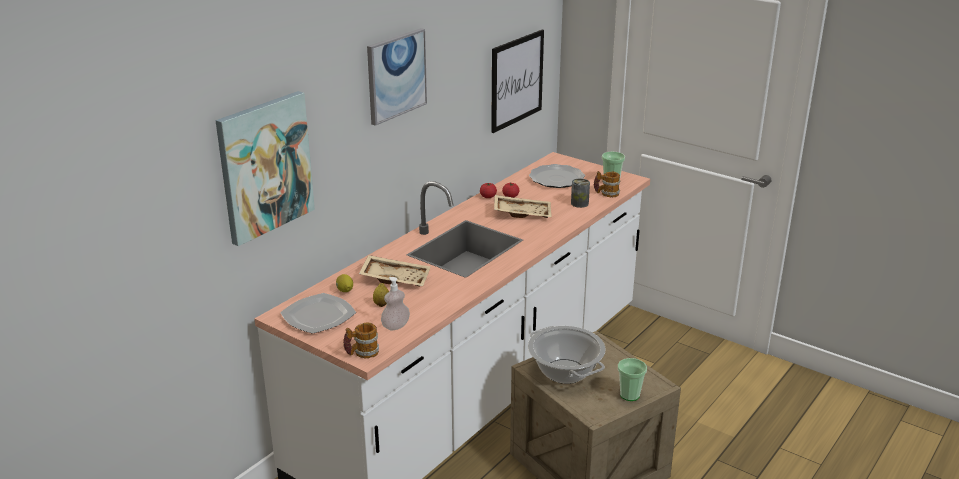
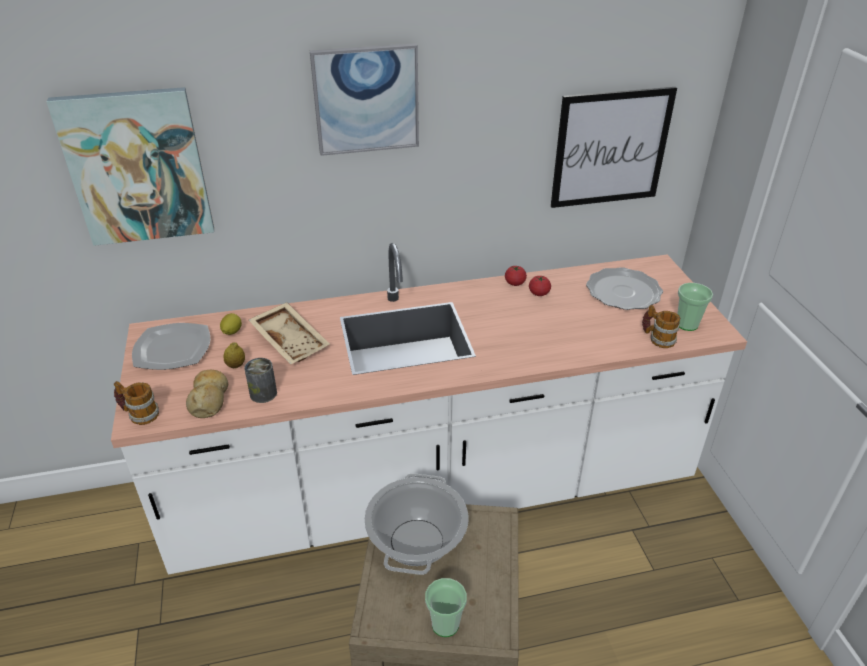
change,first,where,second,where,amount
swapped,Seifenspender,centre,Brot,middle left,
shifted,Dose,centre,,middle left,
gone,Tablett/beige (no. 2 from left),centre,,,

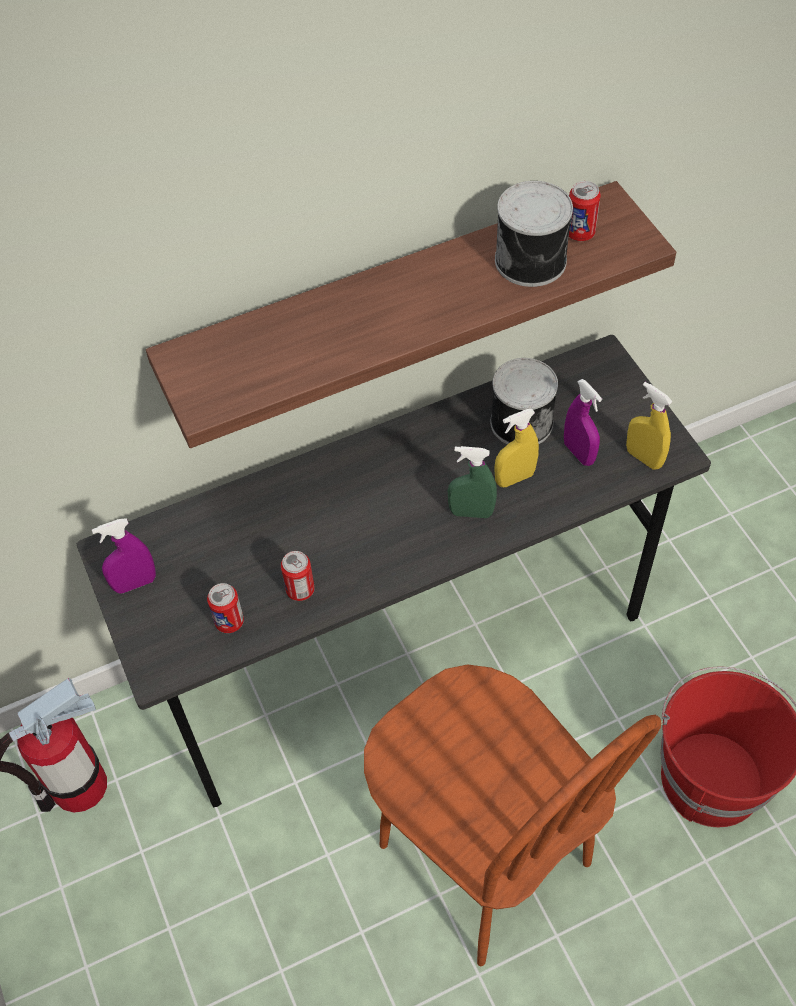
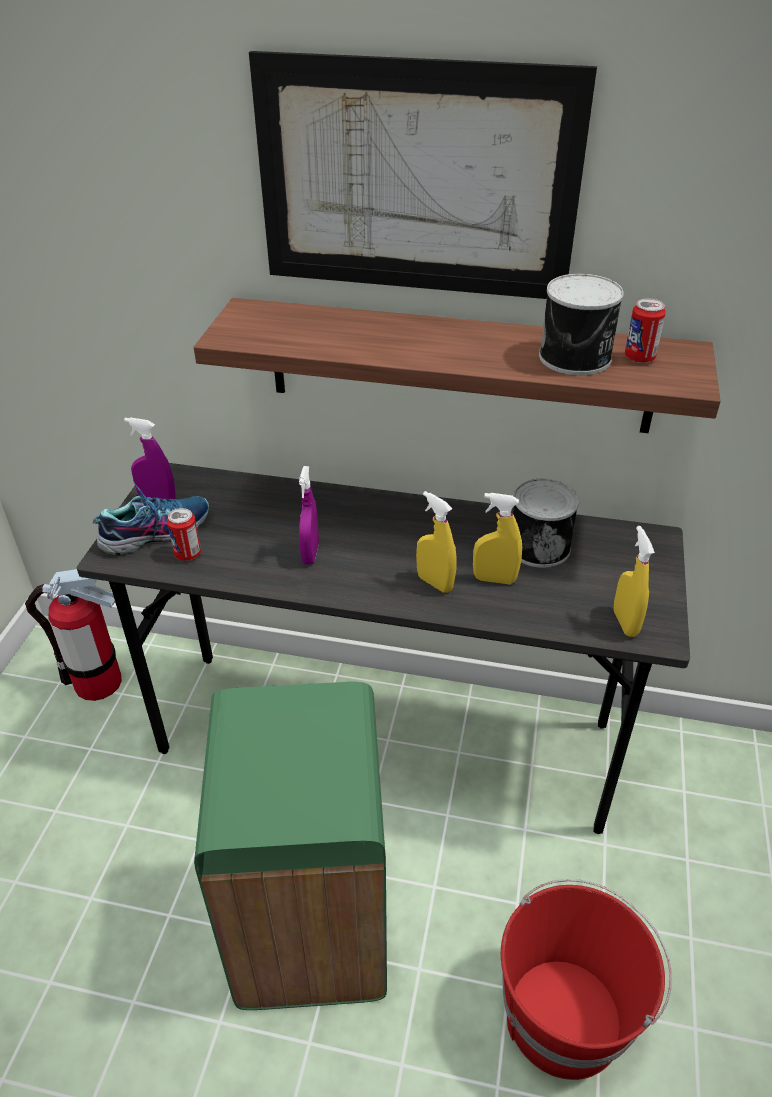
change,first,where,second,where,amount
new,,,Schuh,middle left,
swapped,Stuhl/braun,bottom centre,Mülleimer/grün,bottom centre,
new,,,Bild,top centre,
shifted,Sprühflasche/lila (no. 2 from left),middle right,,centre,
repainted,Sprühflasche/grün,centre,Sprühflasche/gelb (no. 1 from left),centre,
gone,Dose (no. 2 from left),centre,,,

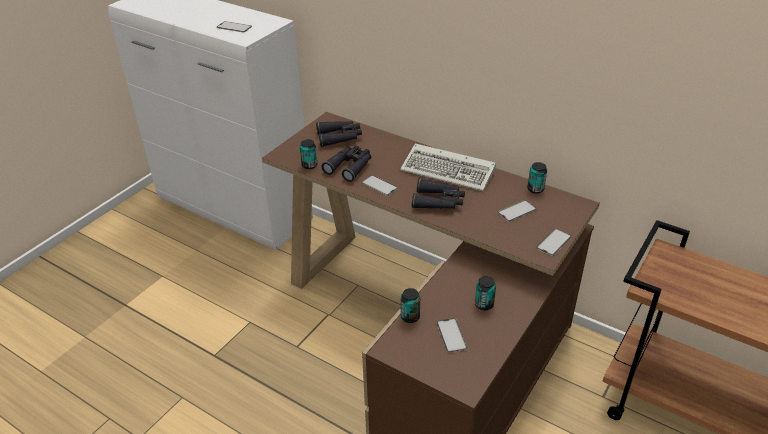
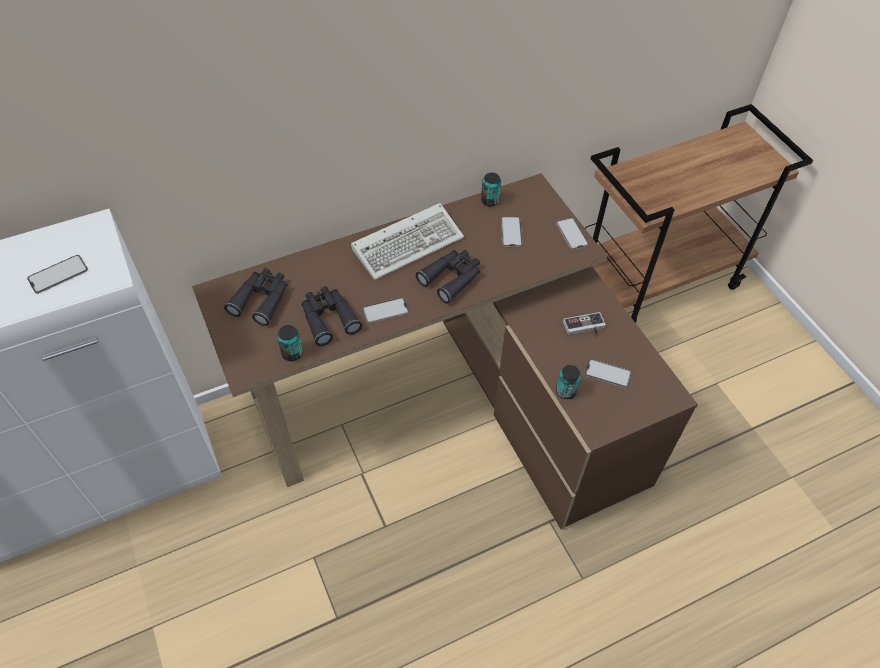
change,first,where,second,where,amount
swapped,Dose (no. 3 from left),bottom centre,Gamepad,centre,

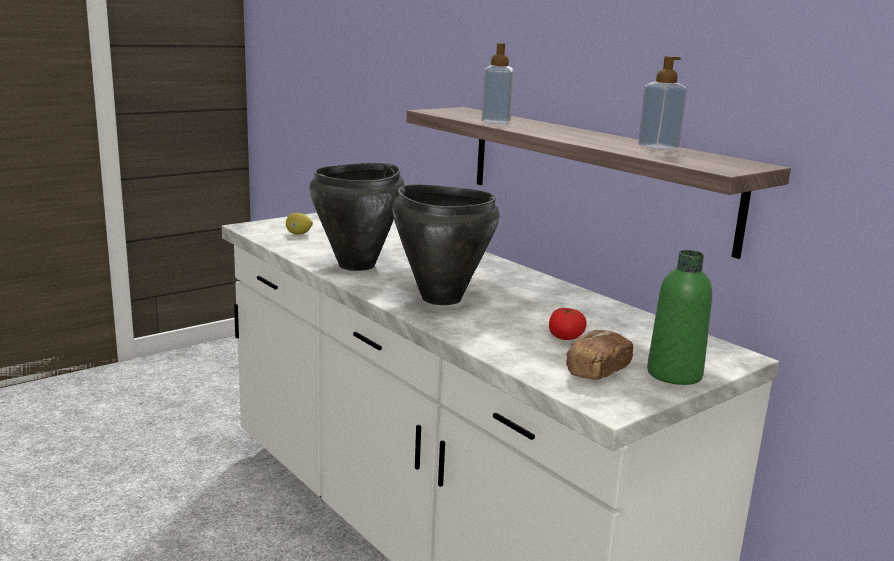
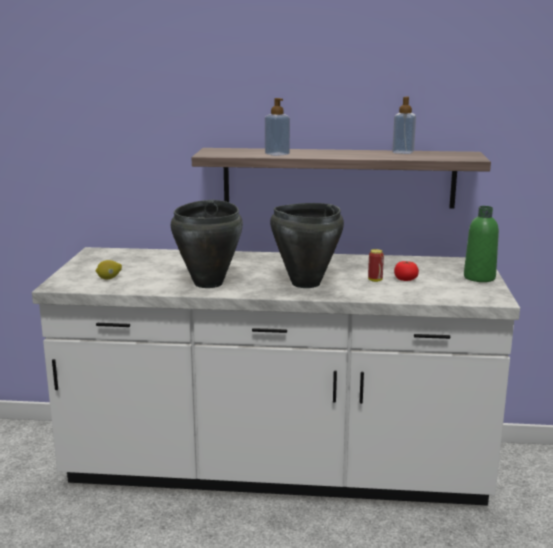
change,first,where,second,where,amount
new,,,Dose,middle right,
gone,Brot,middle right,,,

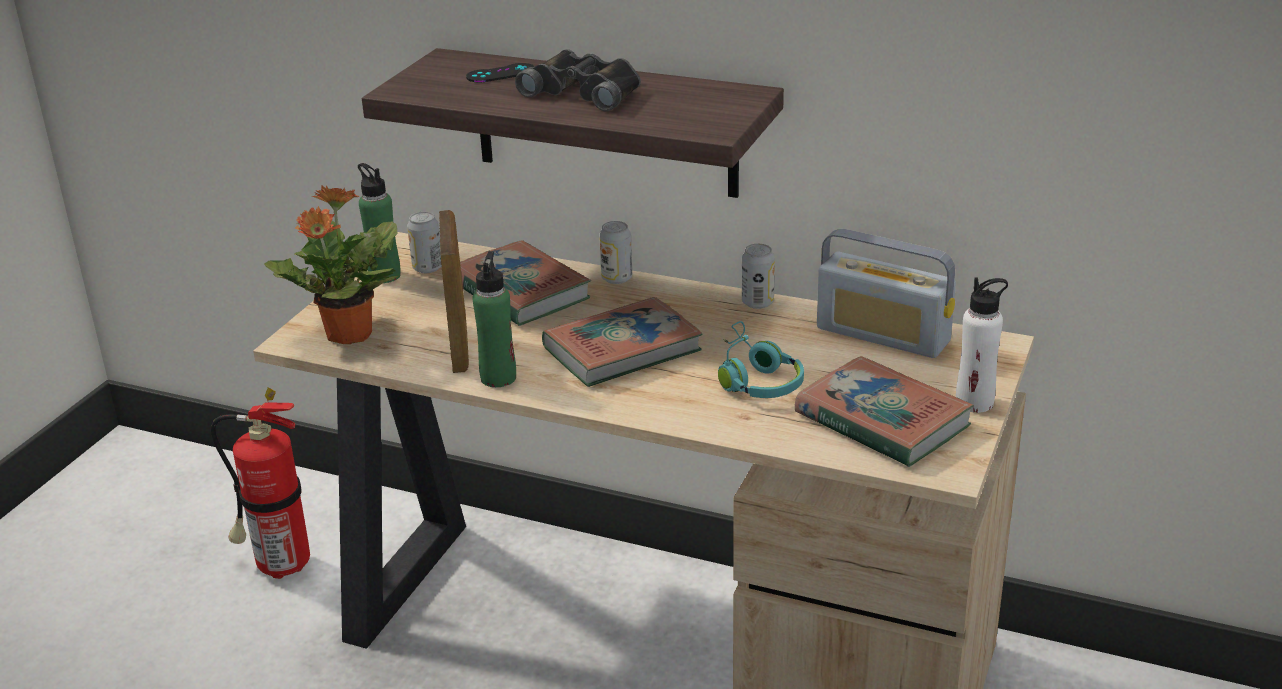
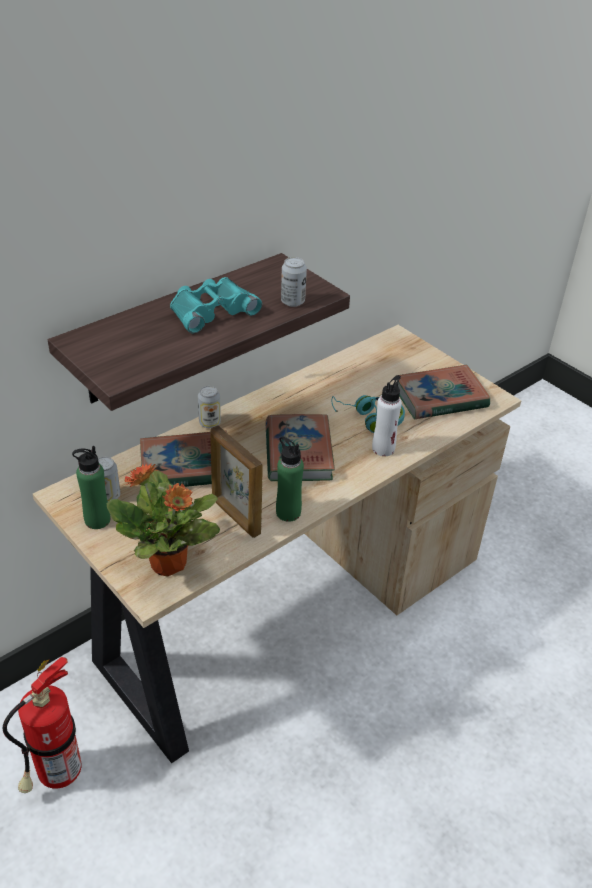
change,first,where,second,where,amount
repainted,Fernglas/schwarz,top centre,Fernglas/türkis,centre,
rotated,Bilderrahmen,centre,,centre,150 degrees counterclockwise
shifted,Dose (no. 3 from left),centre,,top centre,
shifted,Flasche/weiß,middle right,,centre,
gone,Gamepad/schwarz,top centre,,,
gone,Radio,middle right,,,

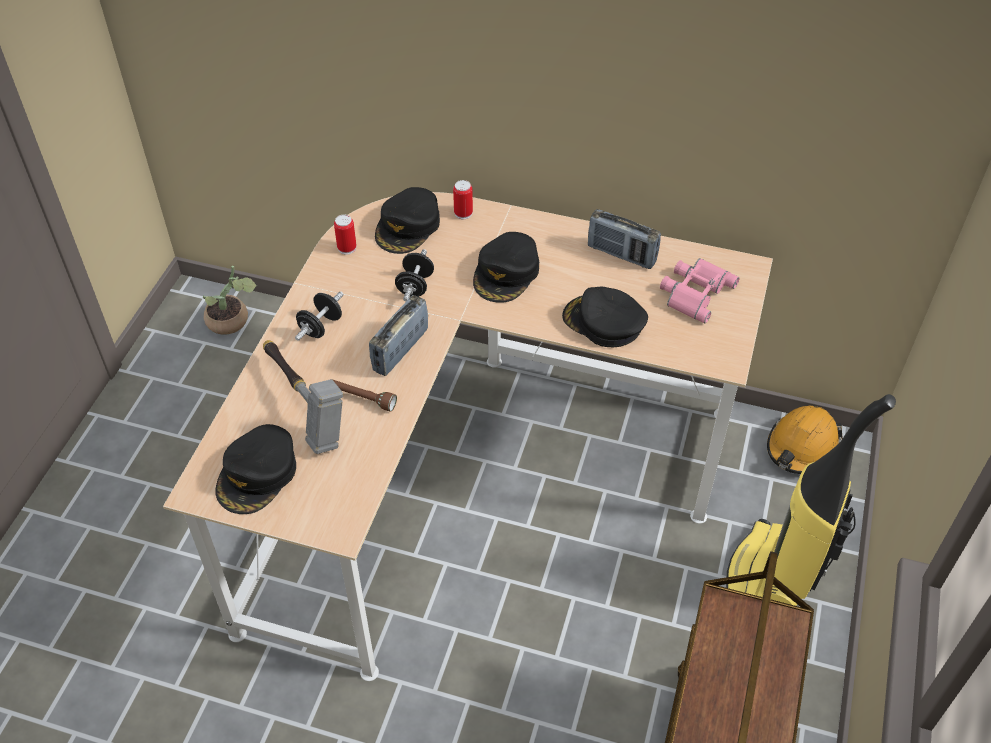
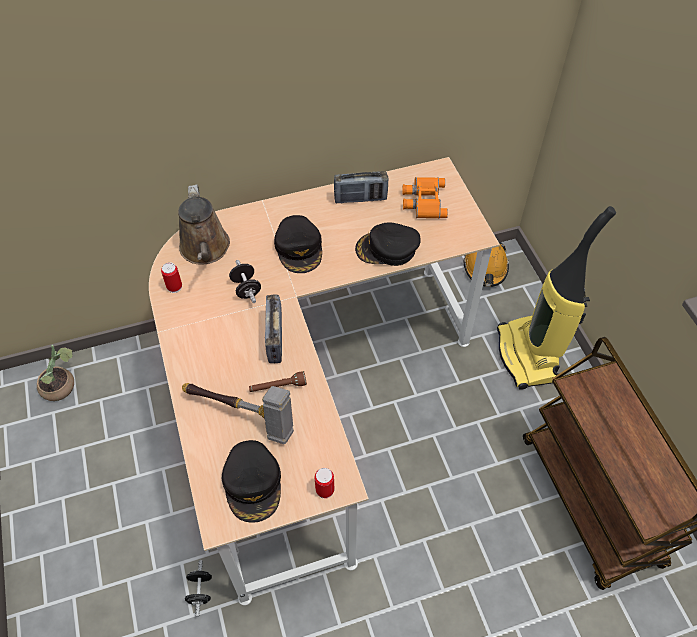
change,first,where,second,where,amount
swapped,Kappe/schwarz (no. 2 from left),top centre,Gießkanne/braun,middle left,
shifted,Hantel/schwarz (no. 1 from left),middle left,,bottom left,
shifted,Dose (no. 2 from left),top centre,,bottom centre,
repainted,Fernglas/rosa,middle right,Fernglas/orange,top centre,

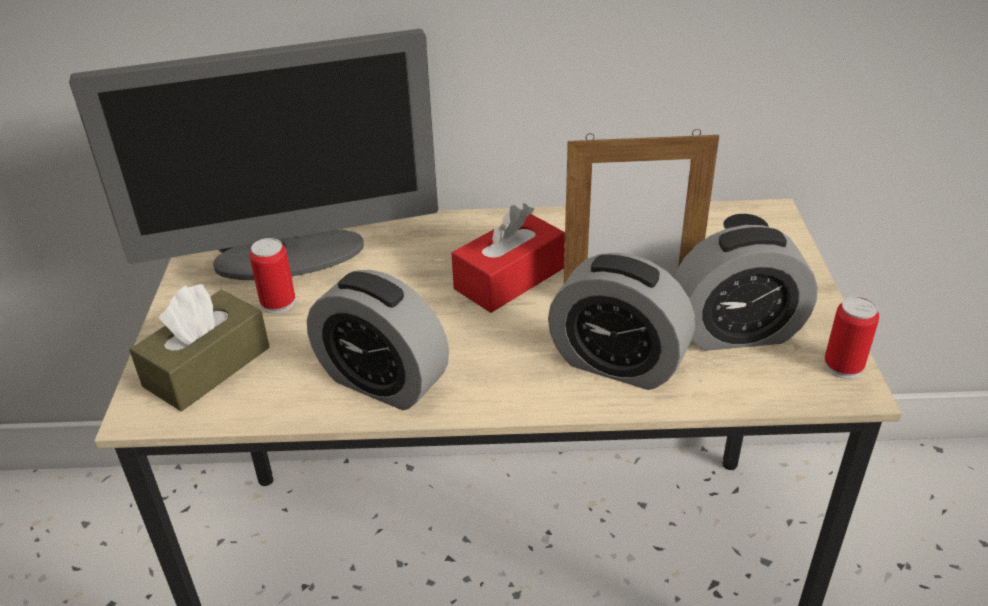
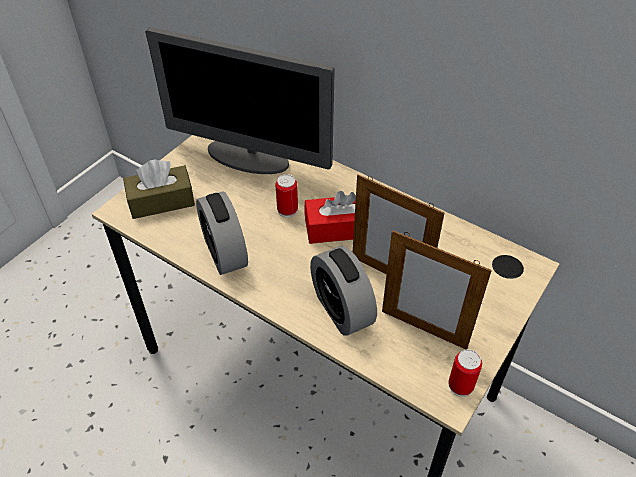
change,first,where,second,where,amount
shifted,Dose (no. 1 from left),middle left,,centre,
swapped,Wecker (no. 3 from left),middle right,Bilderrahmen (no. 2 from left),middle right,

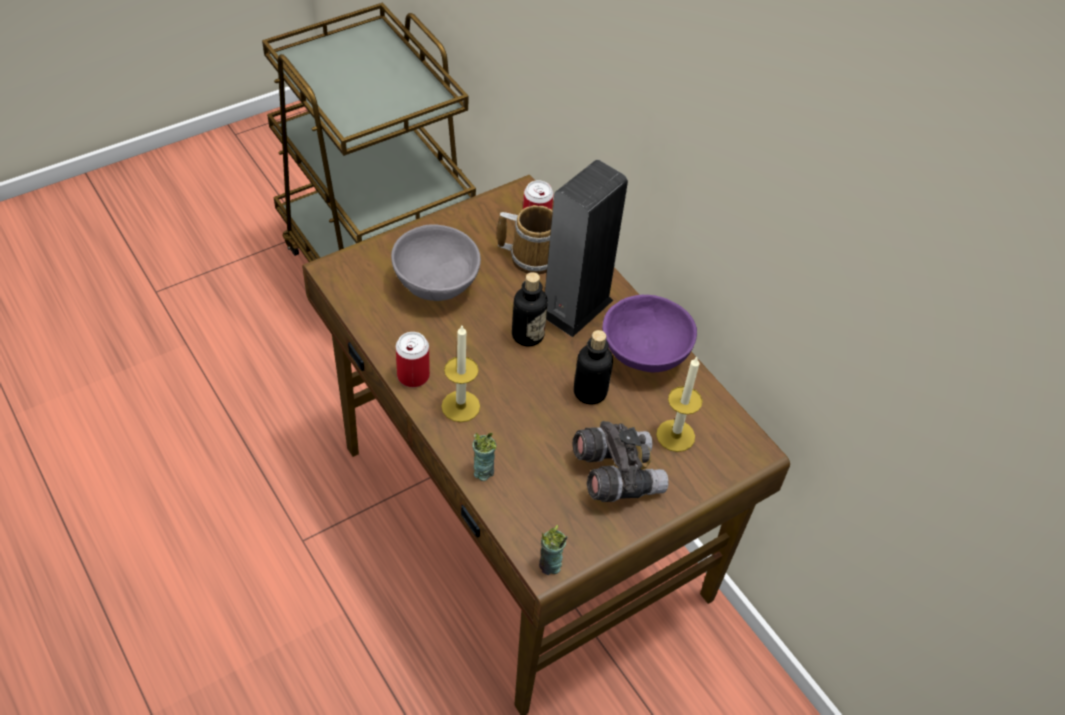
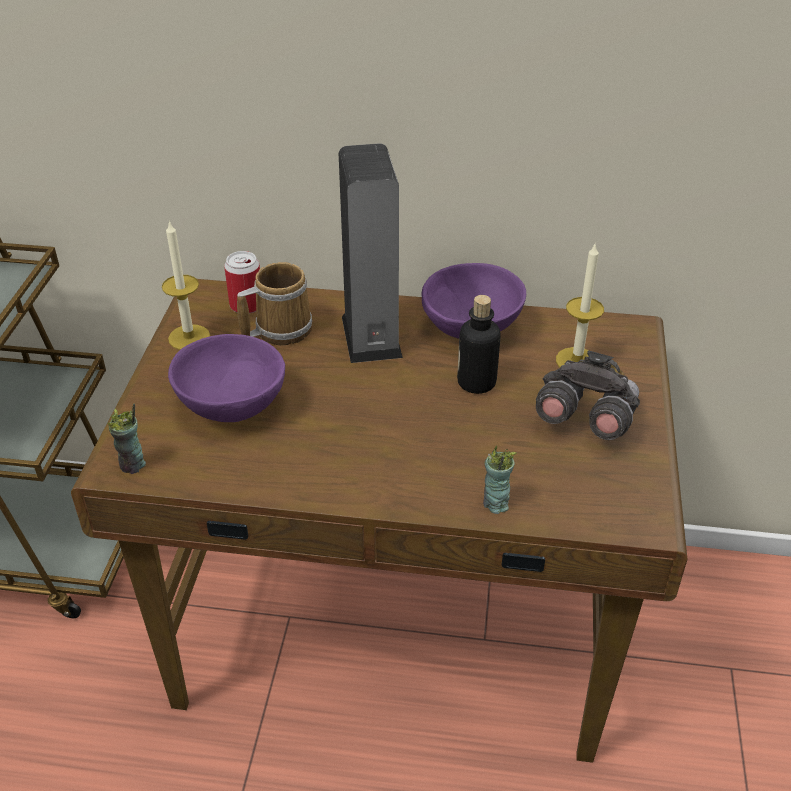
change,first,where,second,where,amount
shifted,Tasse (no. 2 from left in the first image),bottom centre,Tasse (no. 1 from left),middle left,
shifted,Kerze (no. 1 from left),centre,,middle left,
repainted,Schüssel/grau,centre,Schüssel/lila (no. 1 from left),middle left,
gone,Dose (no. 1 from left),centre,,,
gone,Flasche (no. 1 from left),centre,,,

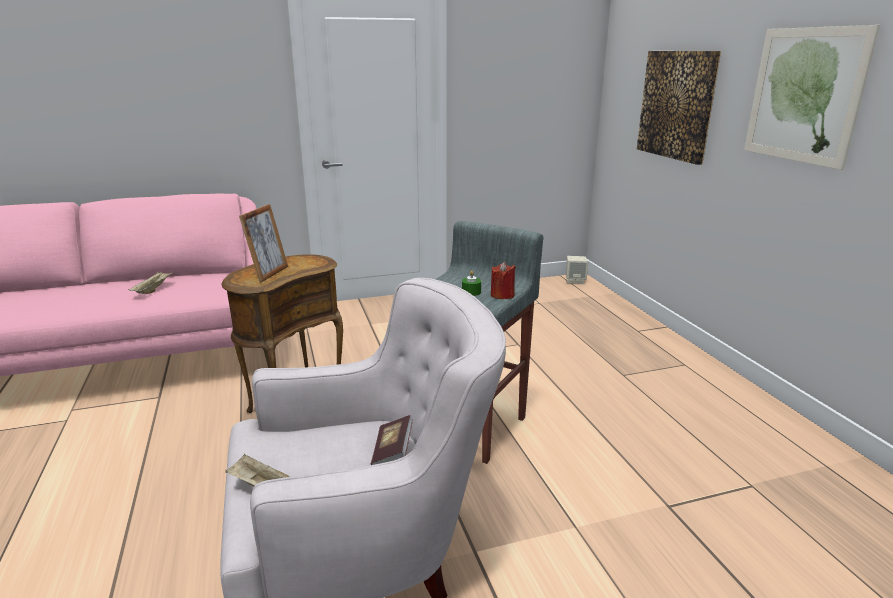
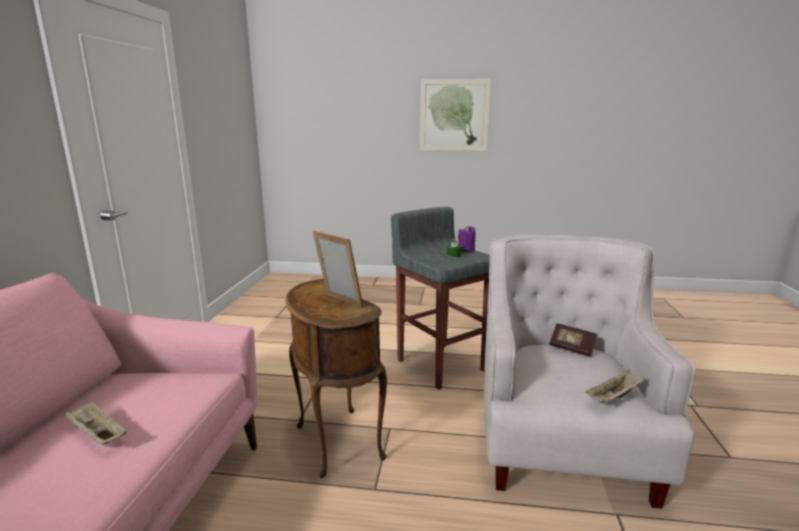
change,first,where,second,where,amount
repainted,Kerze/rot,centre,Kerze/lila,centre,
gone,Lautsprecher/beige,centre,,,
gone,Bild (no. 1 from left),top right,,,

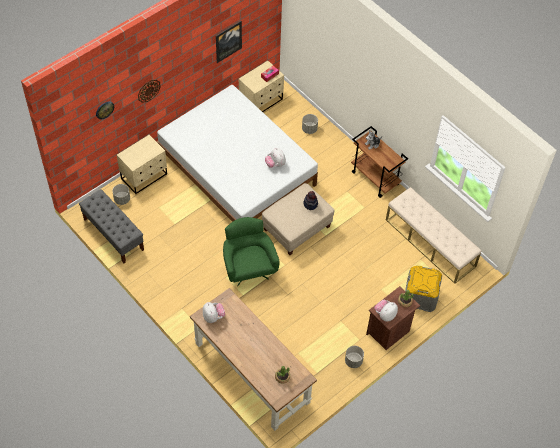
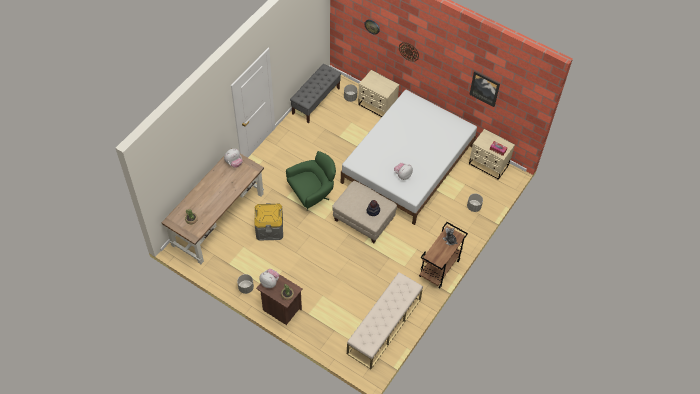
change,first,where,second,where,amount
shifted,Aufbewahrungsbox/grau,middle right,,centre,

